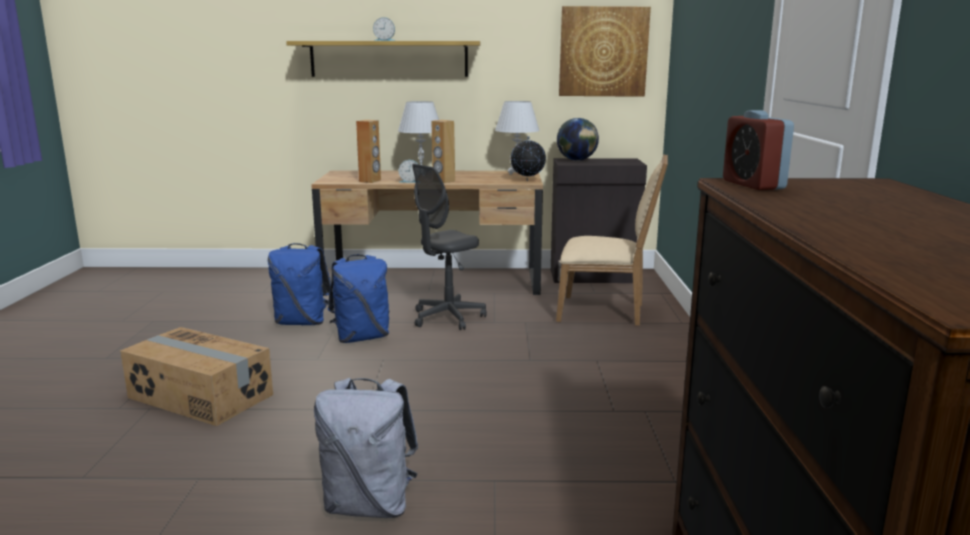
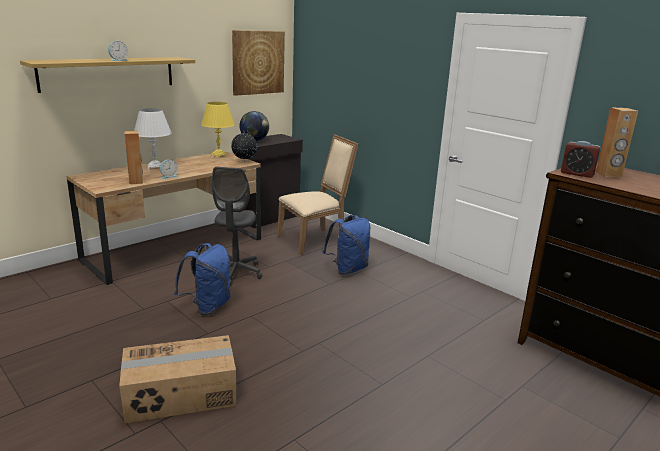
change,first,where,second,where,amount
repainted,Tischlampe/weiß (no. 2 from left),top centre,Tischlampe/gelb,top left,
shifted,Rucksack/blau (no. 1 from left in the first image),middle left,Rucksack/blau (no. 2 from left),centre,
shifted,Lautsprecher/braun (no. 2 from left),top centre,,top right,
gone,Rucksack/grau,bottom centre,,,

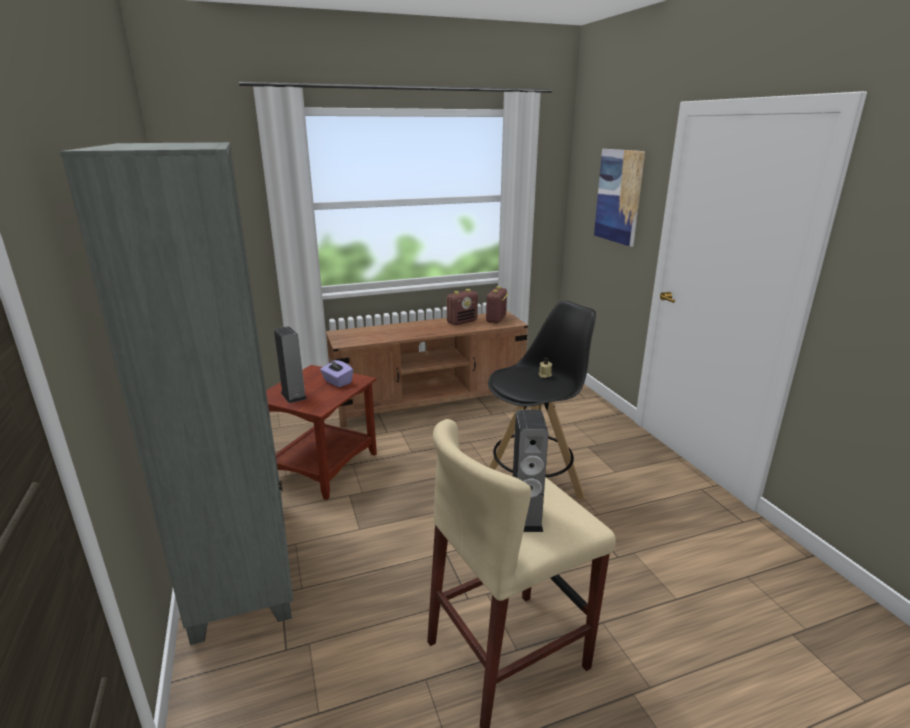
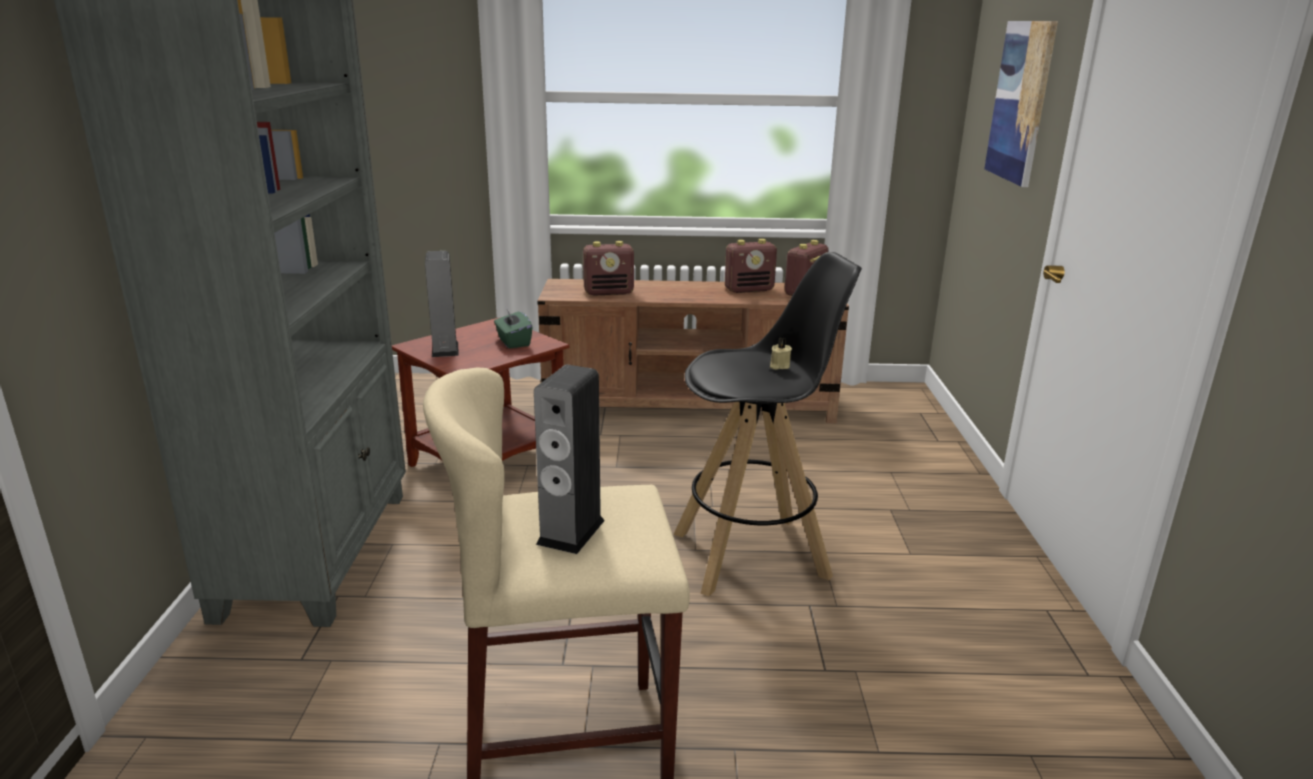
change,first,where,second,where,amount
repainted,Taschentuchbox/lila,centre,Taschentuchbox/grün,centre,
new,,,Radio (no. 1 from left),centre,

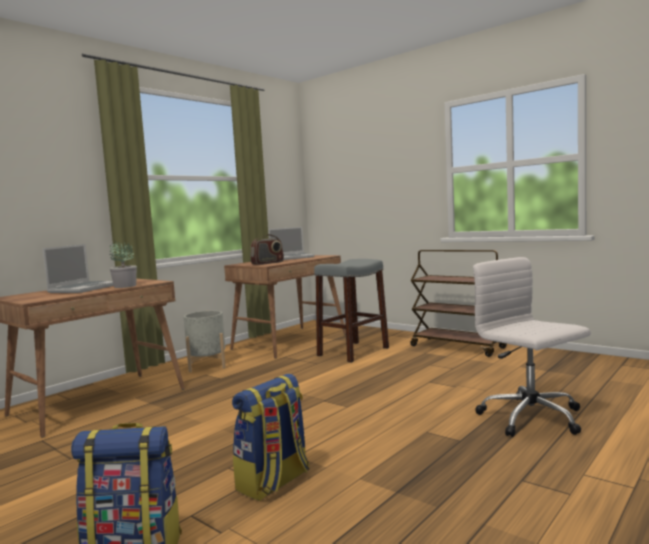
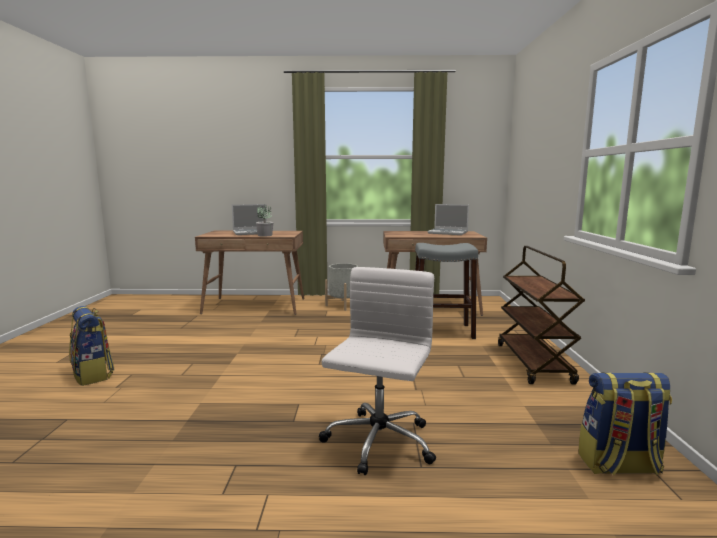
change,first,where,second,where,amount
shifted,Rucksack (no. 2 from left),bottom centre,,bottom right,
gone,Radio,centre,,,

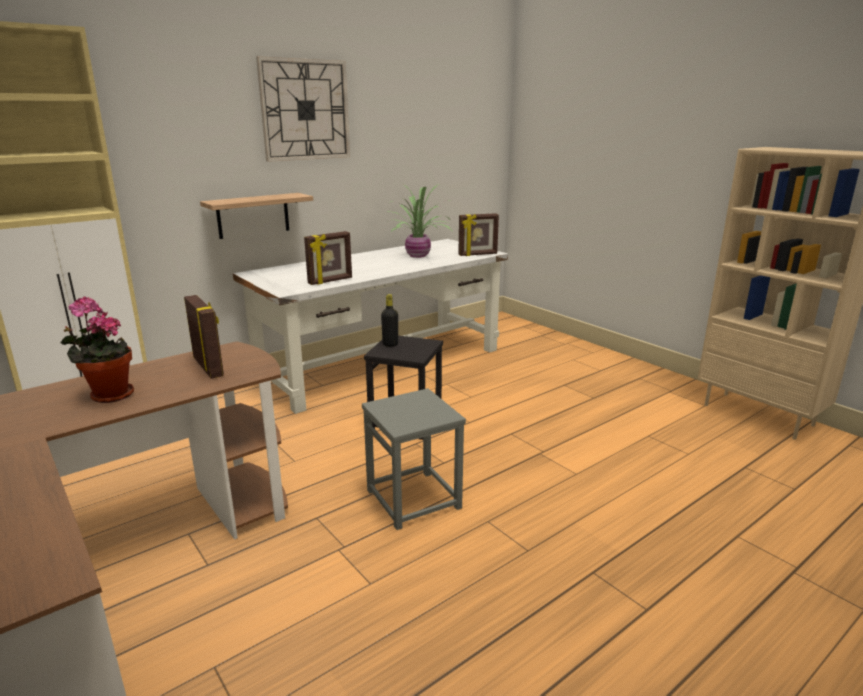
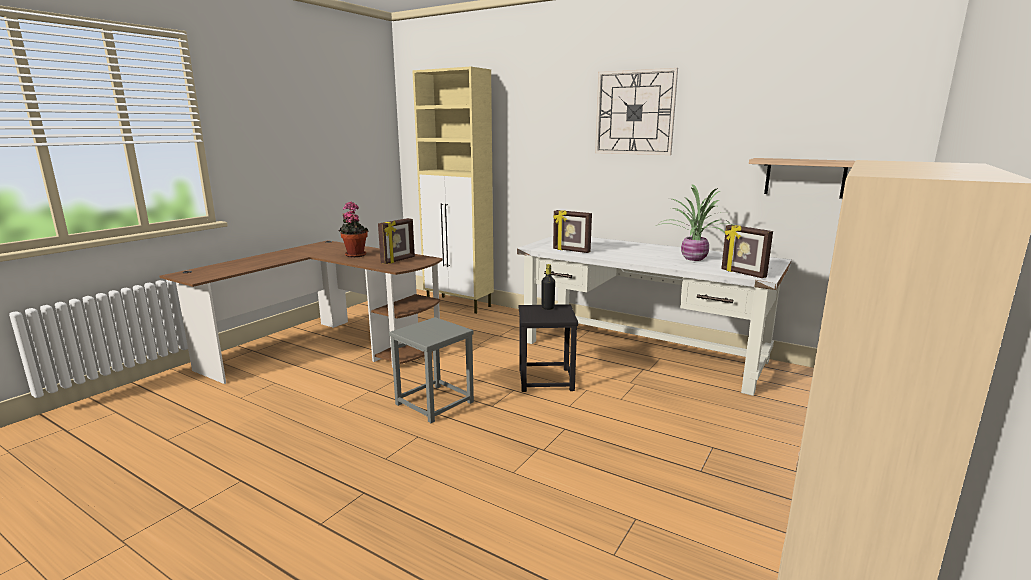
change,first,where,second,where,amount
shifted,Wandregal,top left,,top right,

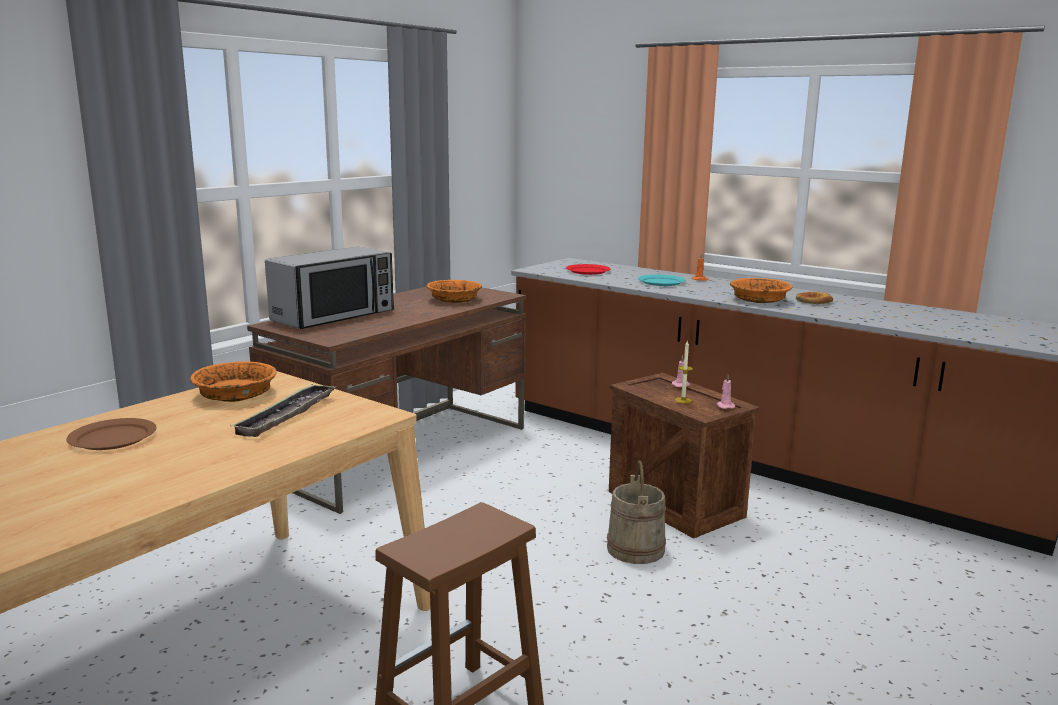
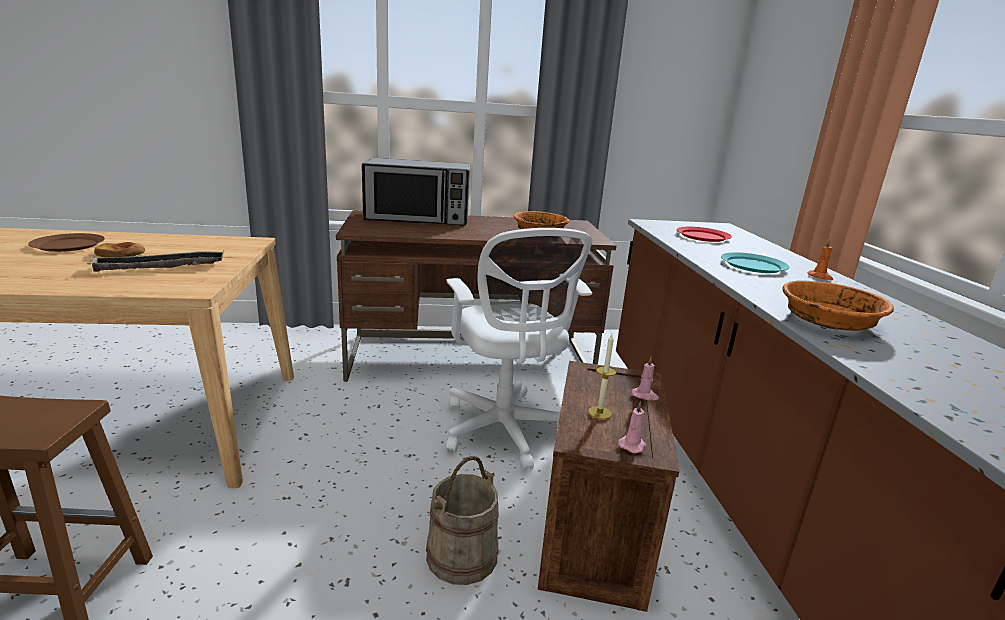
change,first,where,second,where,amount
shifted,Brot,middle right,,middle left,
new,,,Bürostuhl/weiß,centre,
gone,Schüssel/orange (no. 1 from left),middle left,,,

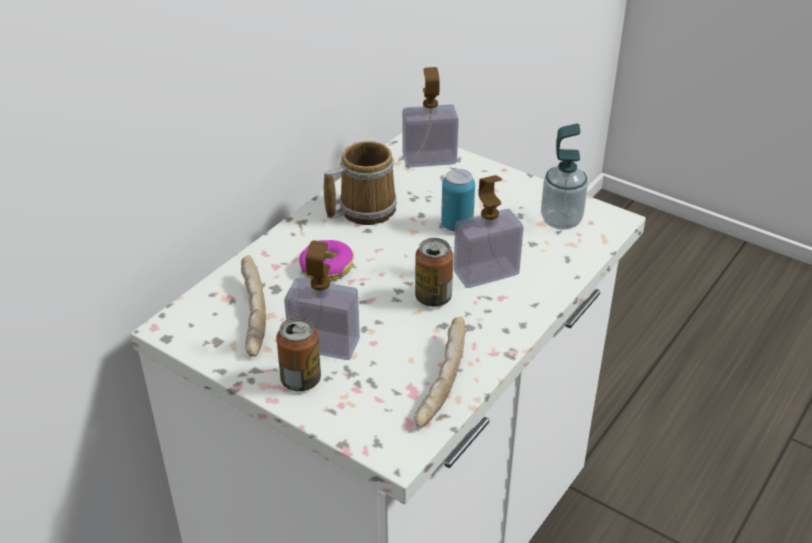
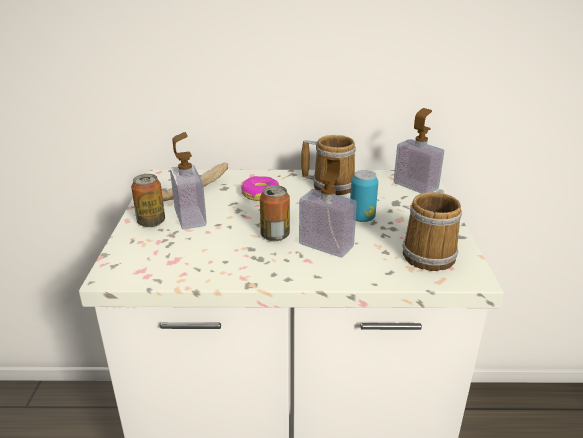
change,first,where,second,where,amount
swapped,Seifenspender (no. 4 from left),top right,Henkelbecher (no. 2 from left),middle right,
gone,Brot (no. 2 from left),bottom centre,,,

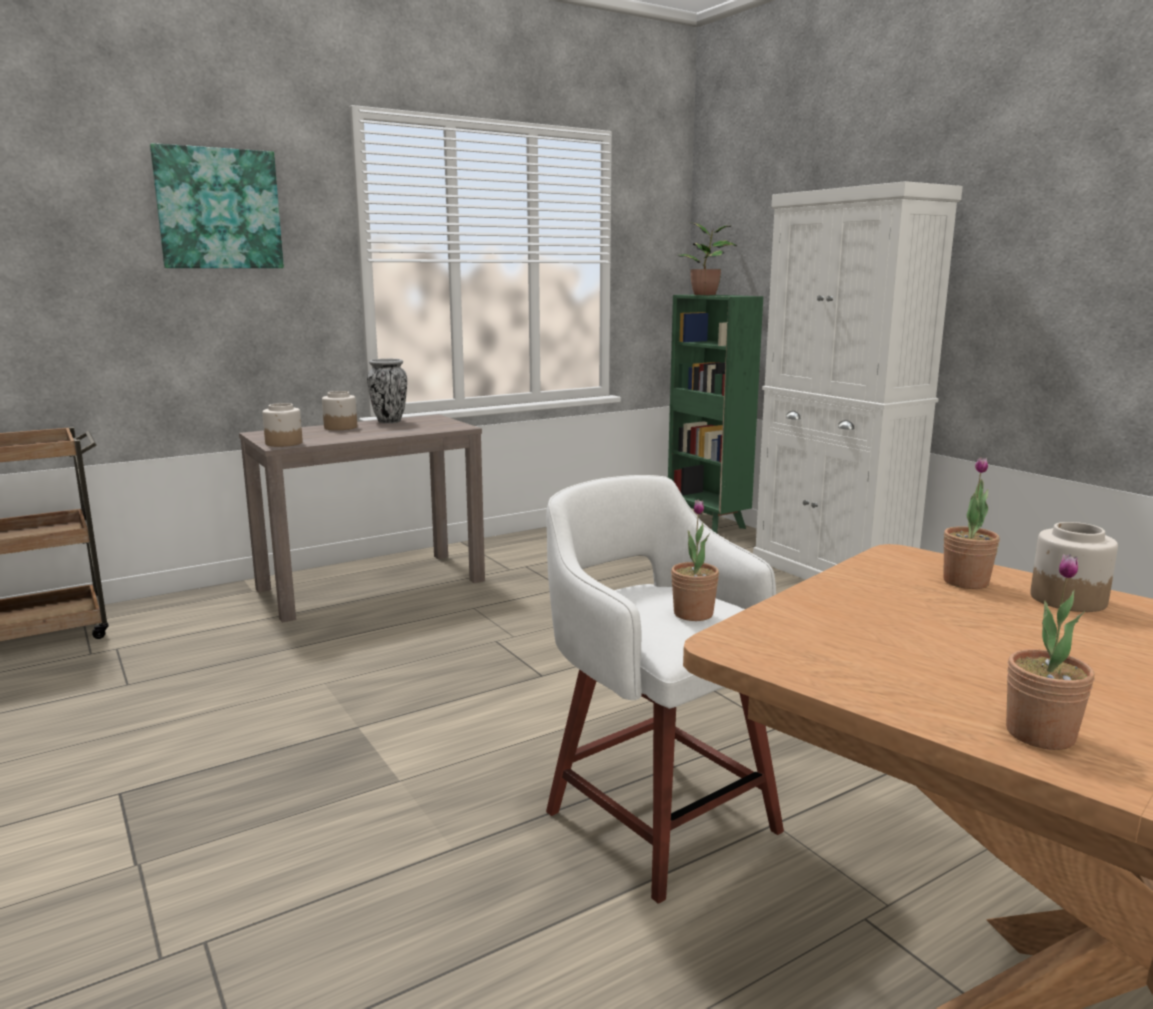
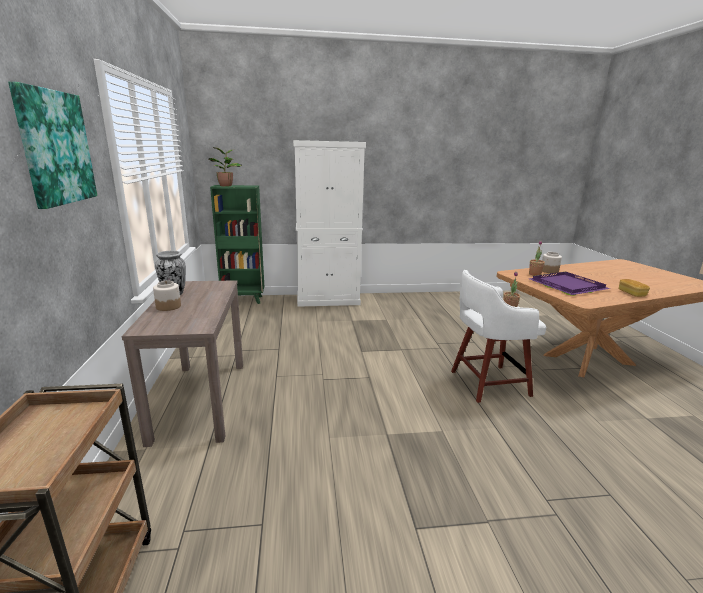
change,first,where,second,where,amount
new,,,Tablett/lila,middle right,
swapped,Topfpflanze (no. 4 from left),middle right,Brot,middle right,
gone,Vorratsglas (no. 1 from left),middle left,,,

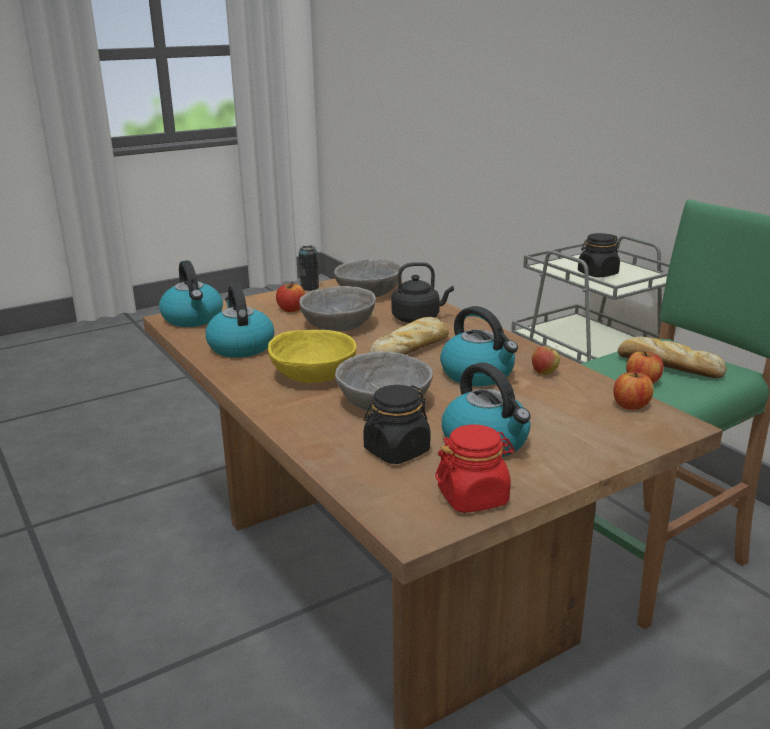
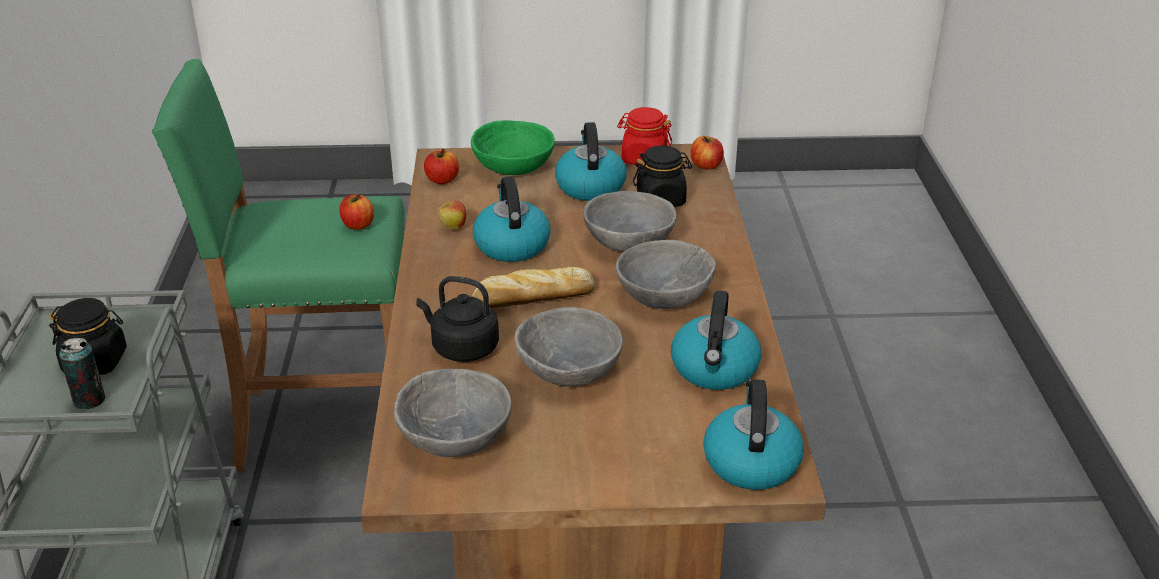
change,first,where,second,where,amount
shifted,Dose,centre,,middle left,
new,,,Schüssel/grün,top centre,
repainted,Schüssel/gelb,centre,Schüssel/grau (no. 4 from left),centre,
shifted,Apfel (no. 1 from left in the first image),centre,Apfel (no. 4 from left),top centre,
gone,Brot (no. 2 from left),middle right,,,

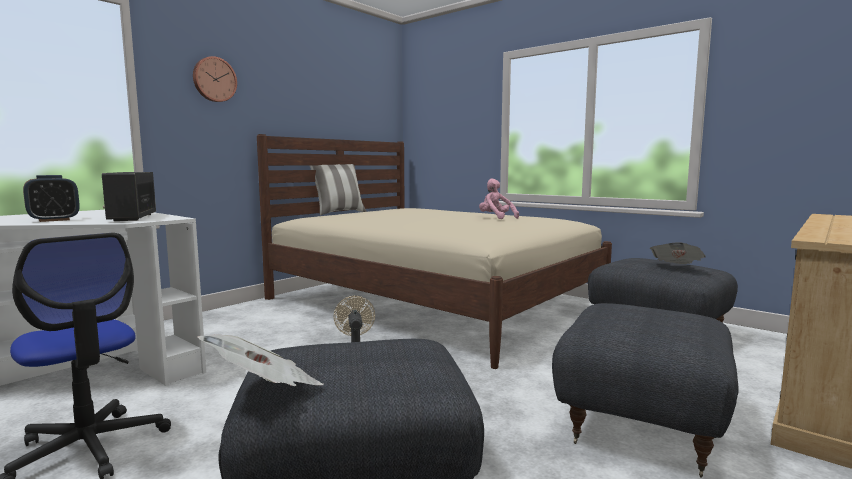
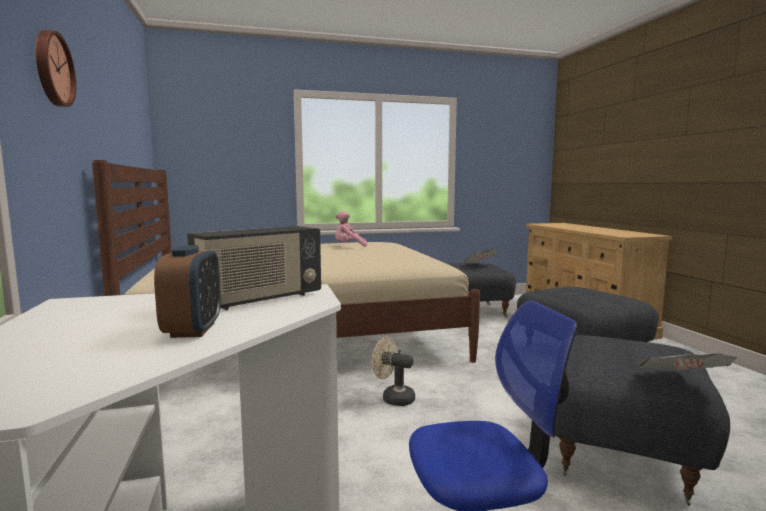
change,first,where,second,where,amount
rotated,Radio,middle left,,middle left,60 degrees counterclockwise
gone,Kissen,centre,,,

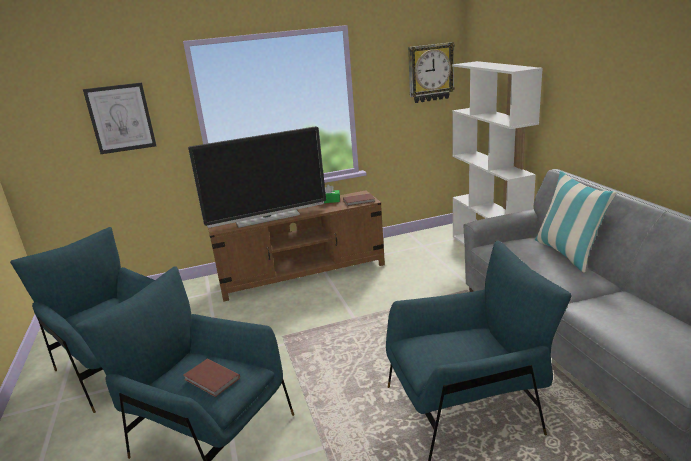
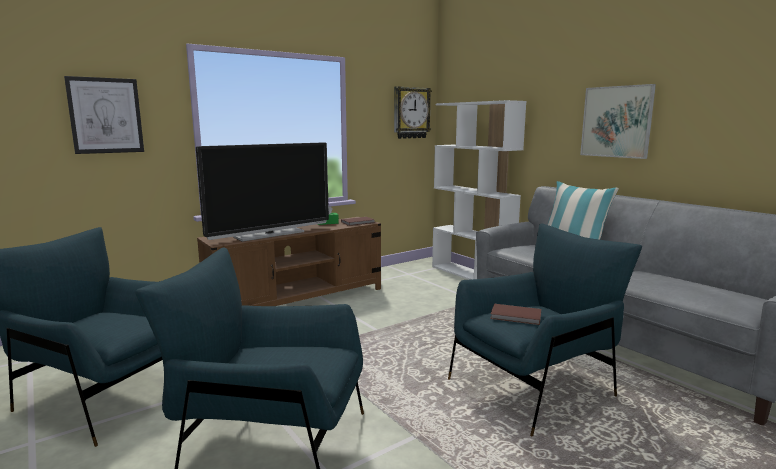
change,first,where,second,where,amount
shifted,Buch/braun (no. 1 from left in the first image),bottom left,Buch/braun (no. 2 from left),bottom centre,
new,,,Bild (no. 2 from left),top right,

